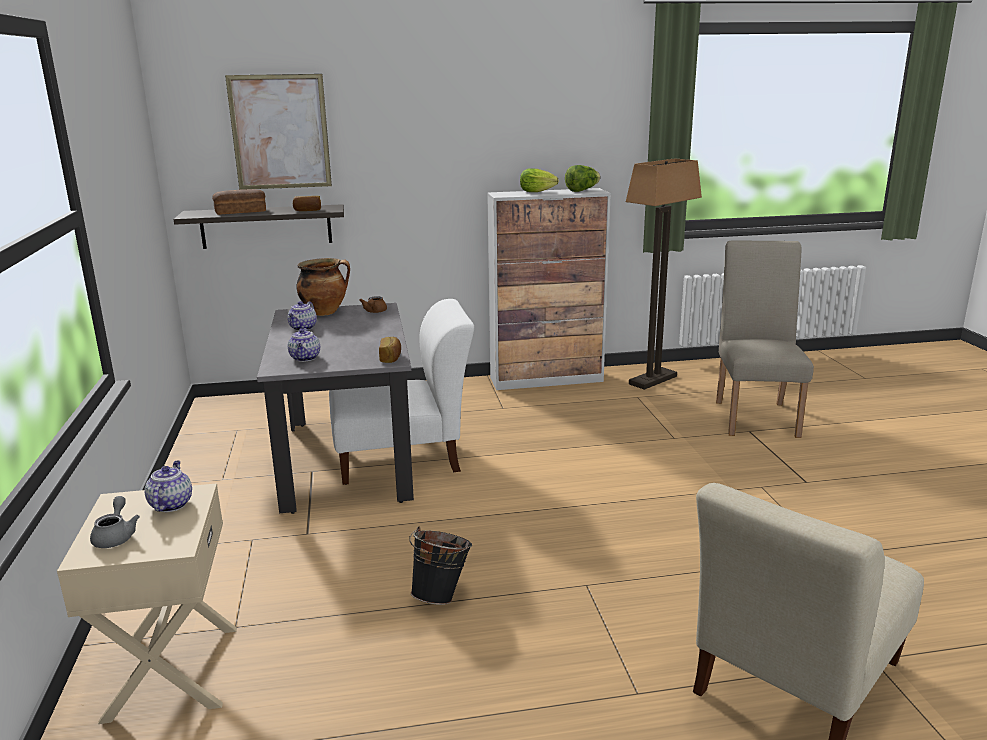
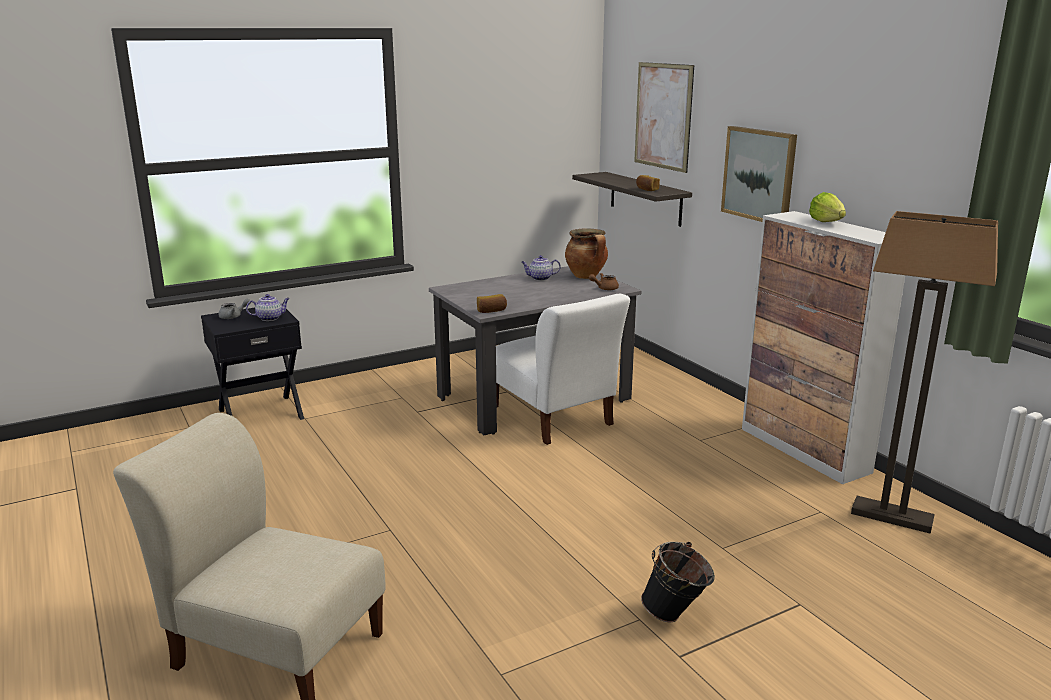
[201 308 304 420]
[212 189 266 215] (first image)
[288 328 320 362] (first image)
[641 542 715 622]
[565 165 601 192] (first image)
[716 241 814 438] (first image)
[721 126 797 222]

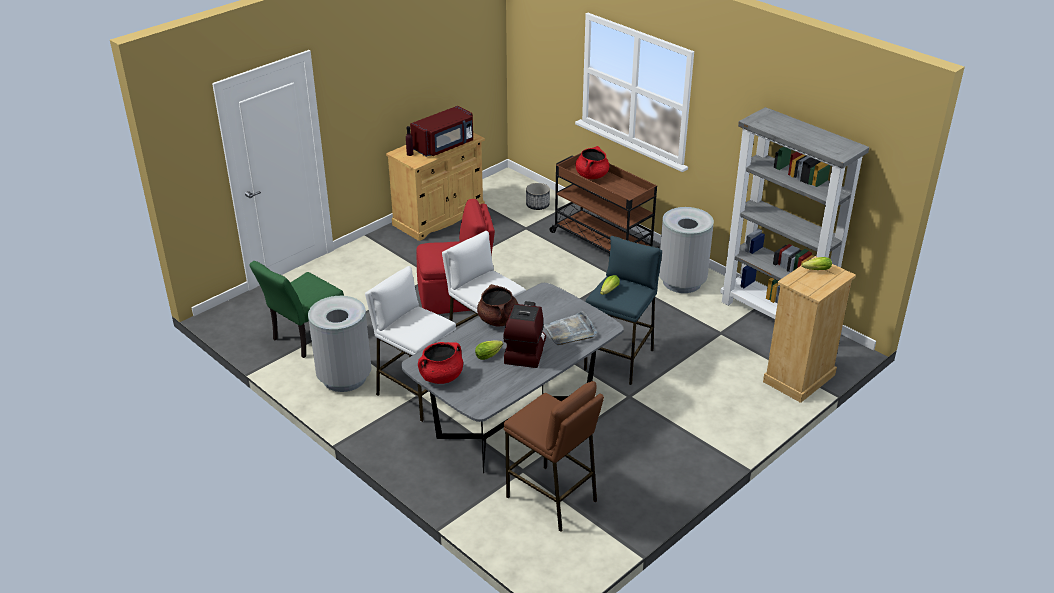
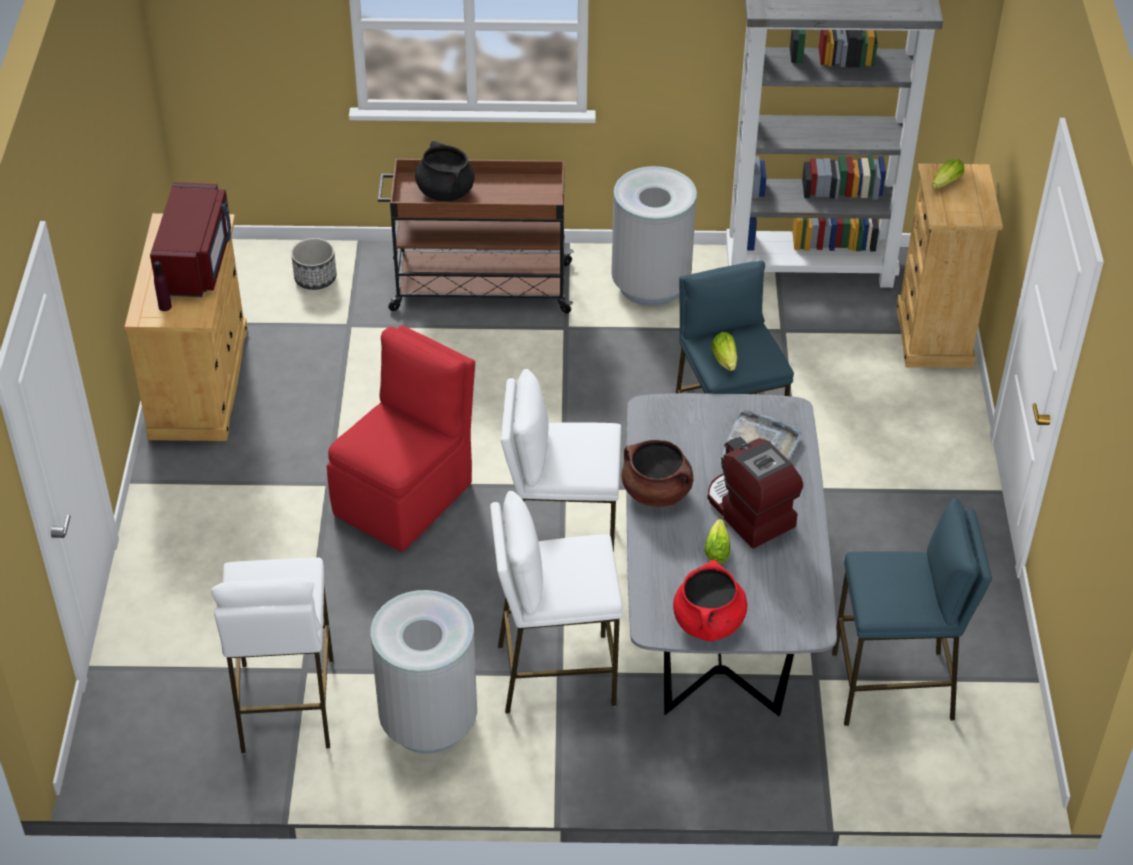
[211 557 334 754]
[832 498 992 726]
[415 141 475 201]

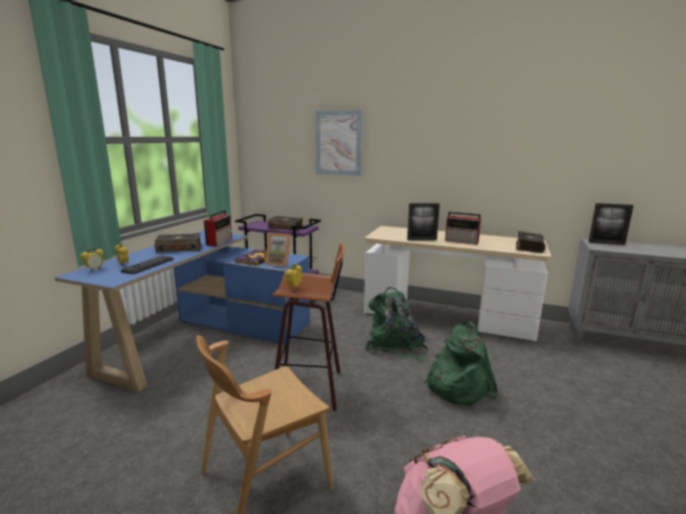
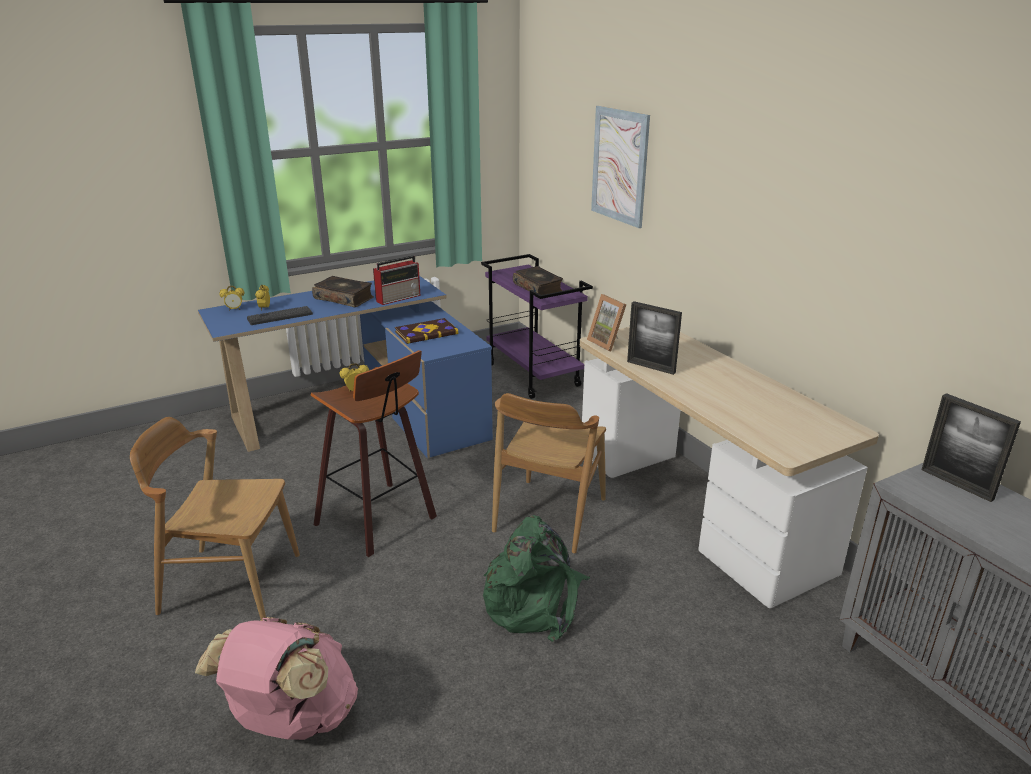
[587 294 626 351]
[492 393 606 554]
[445 212 482 245] (first image)
[516 231 545 253] (first image)

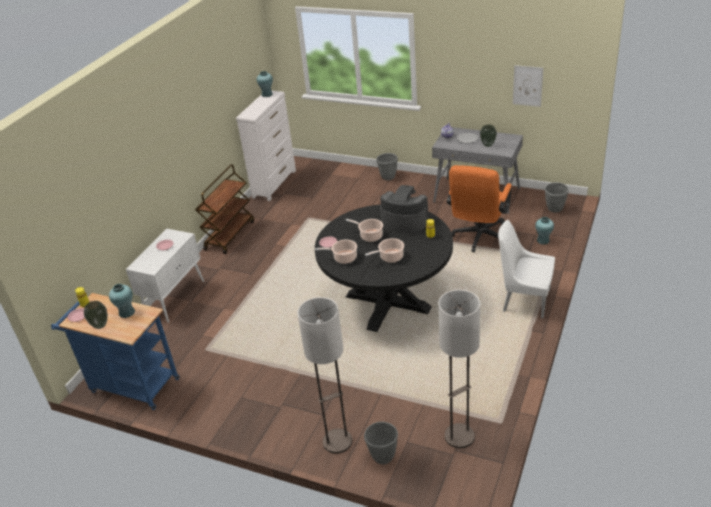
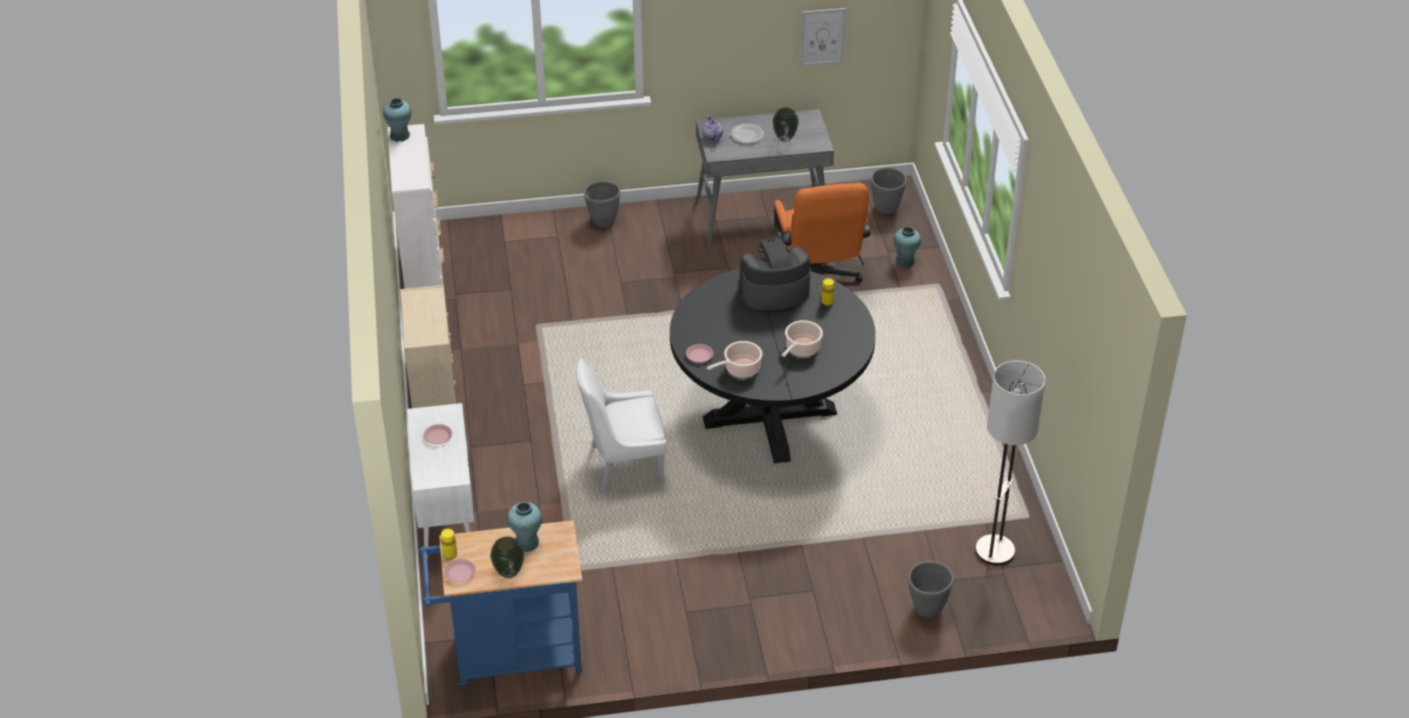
[400 285 456 408]
[297 297 352 454] (first image)
[345 219 383 242] (first image)
[576 359 666 493]

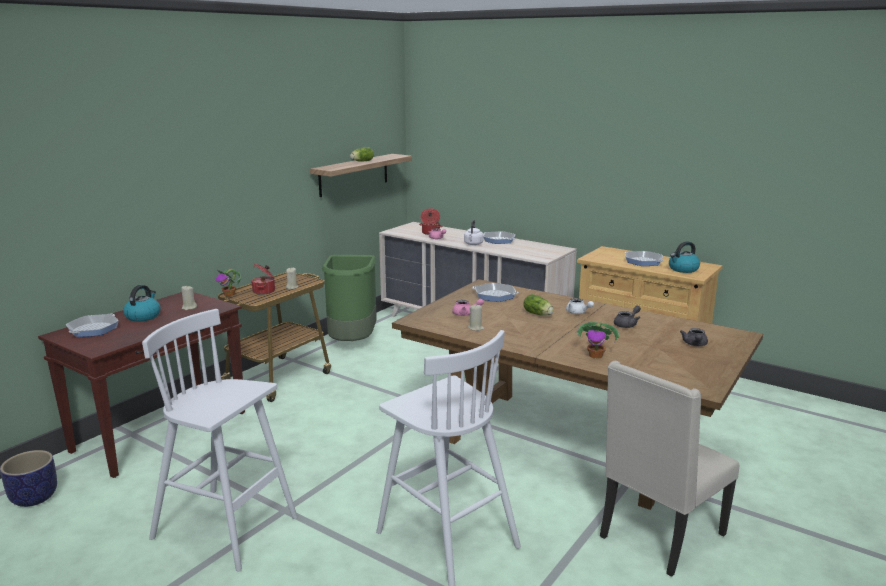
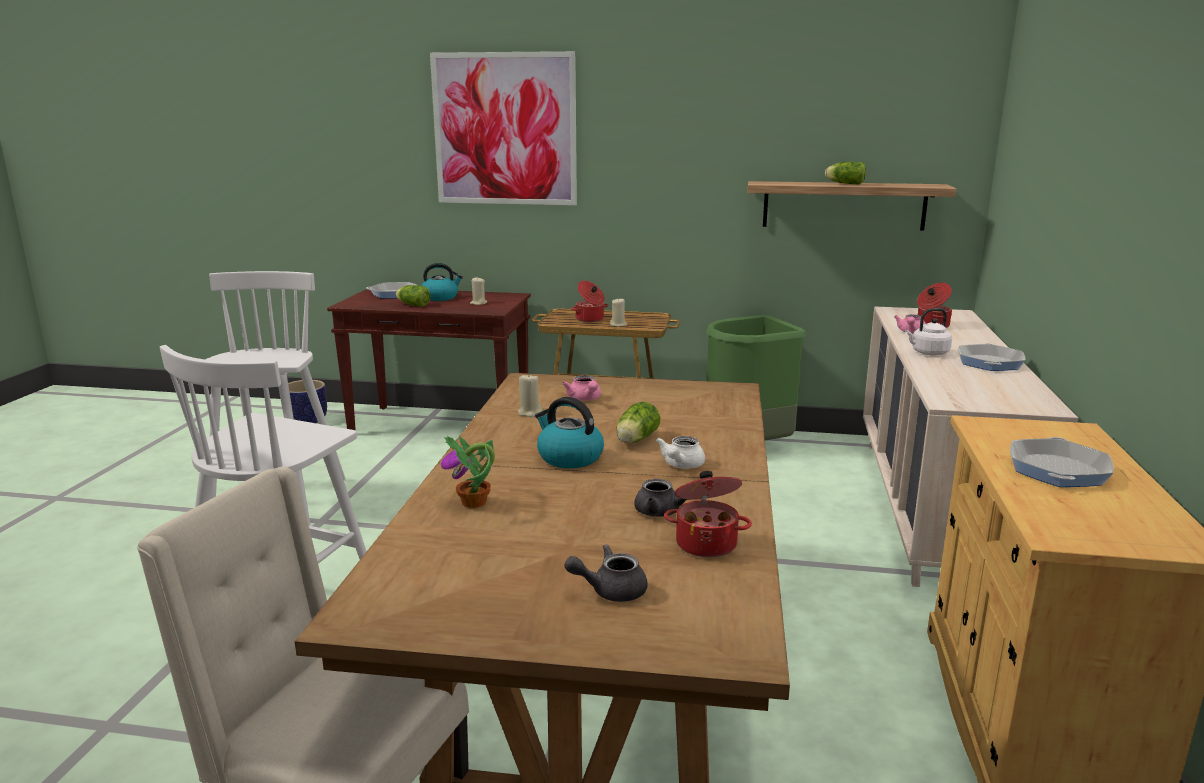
[216 269 241 296] (first image)
[472 283 519 302] (first image)
[535 397 604 468]
[396 285 430 307]
[430 51 577 205]
[664 471 752 558]

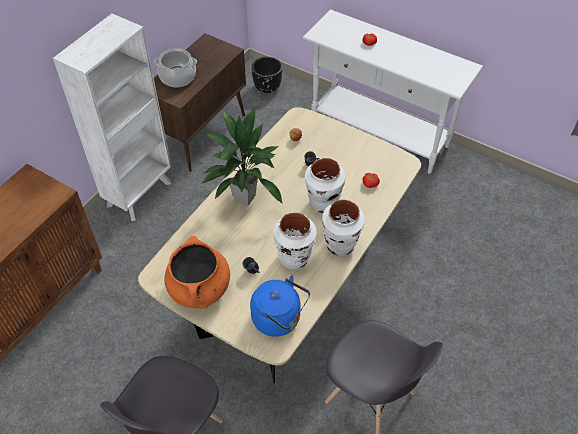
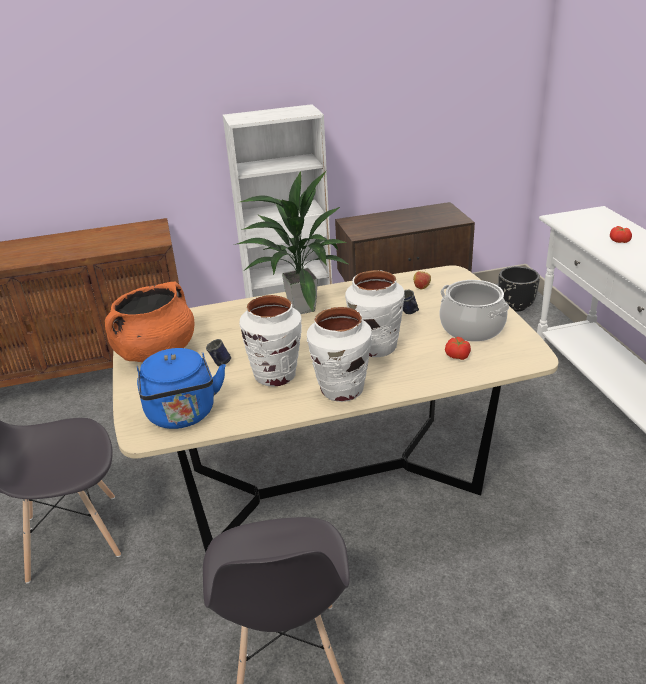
[440 280 509 342]

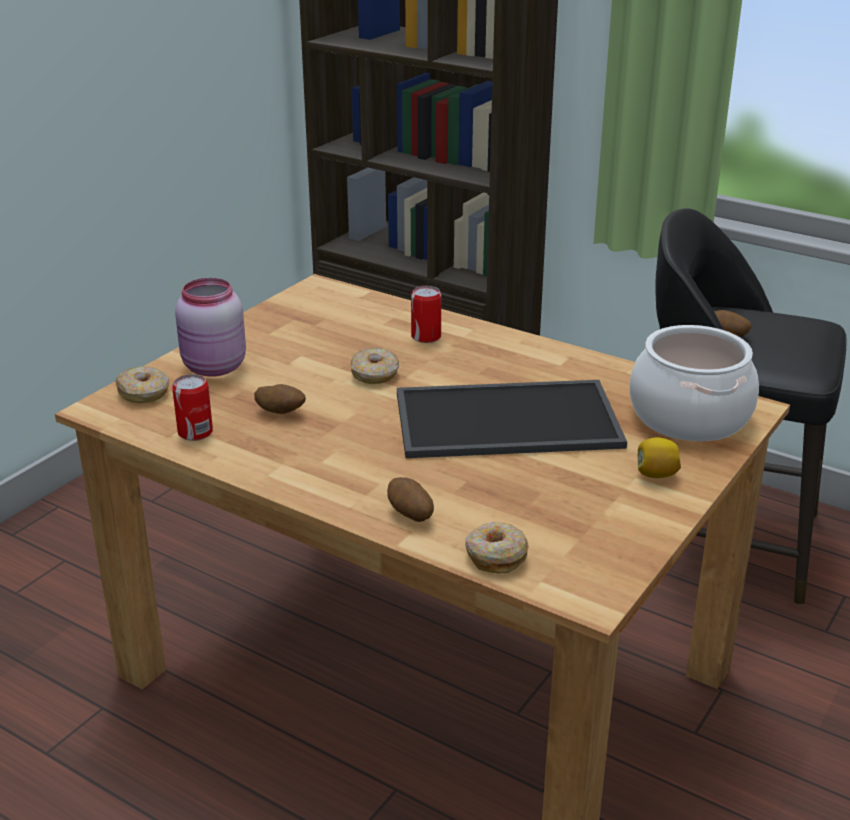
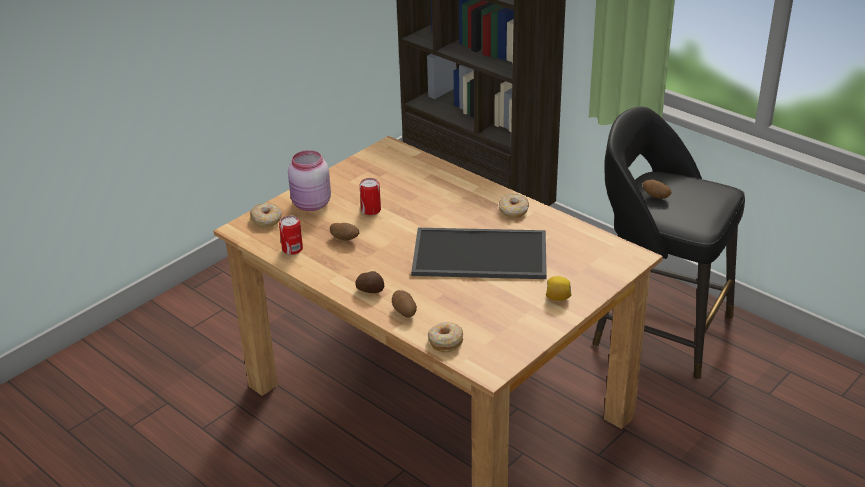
[499 194 529 218]
[359 178 381 215]
[629 325 759 442] (first image)
[355 271 384 293]

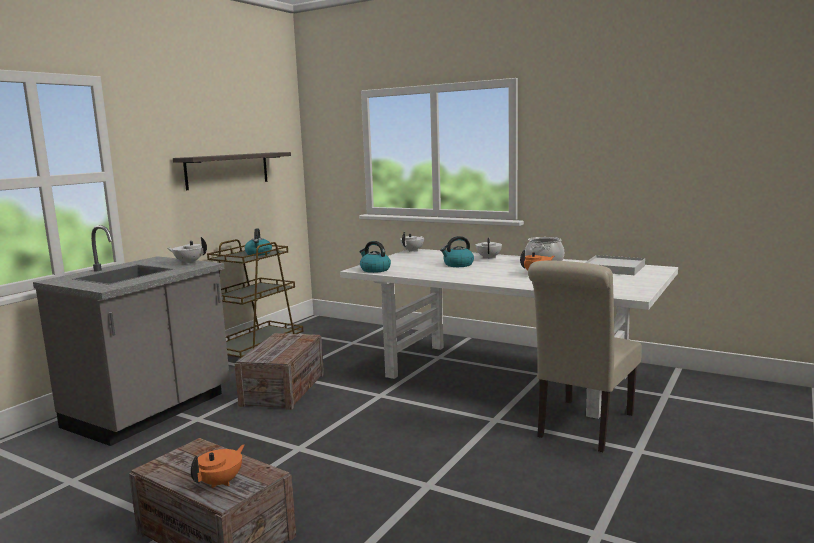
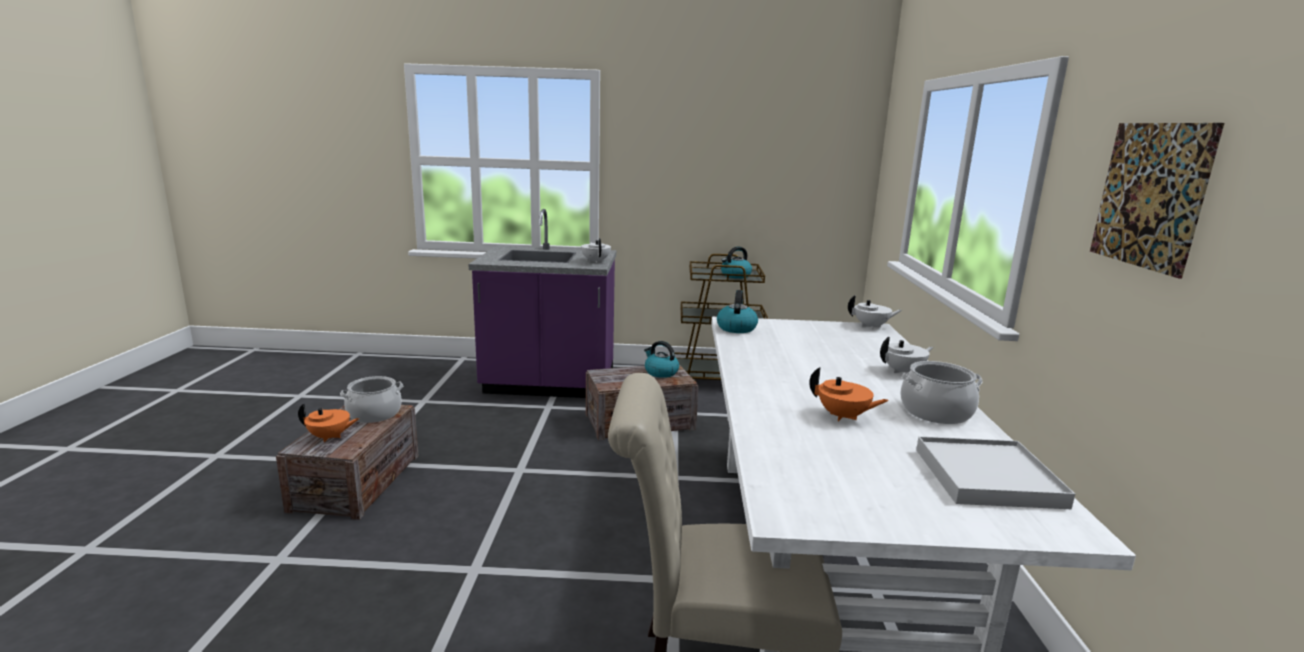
[468 209 616 398]
[173 152 291 190] (first image)
[644 341 679 378]
[340 376 403 423]
[1090 123 1224 278]

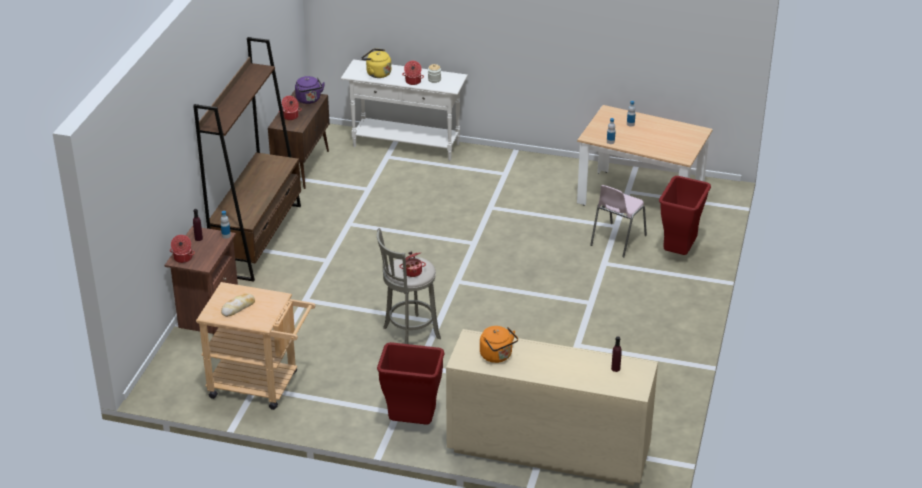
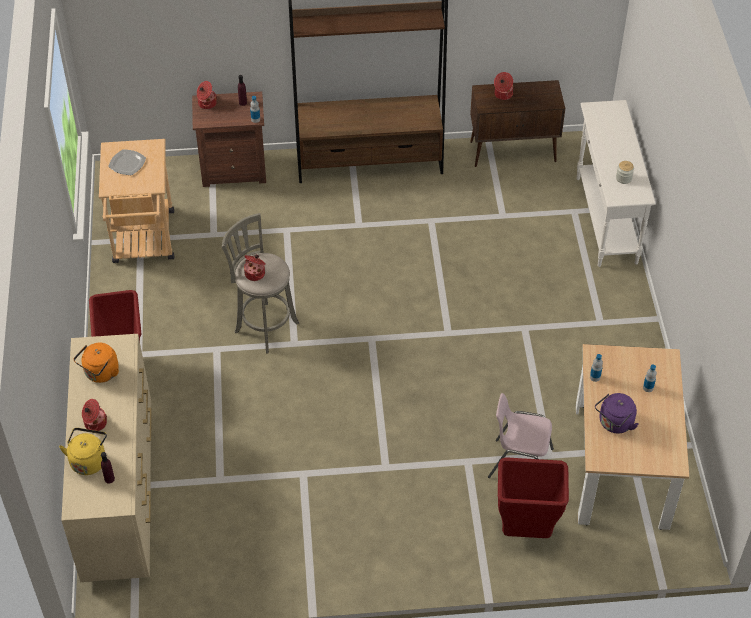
[108 149 146 175]
[595 393 639 433]
[59 428 107 475]
[82 399 107 431]

